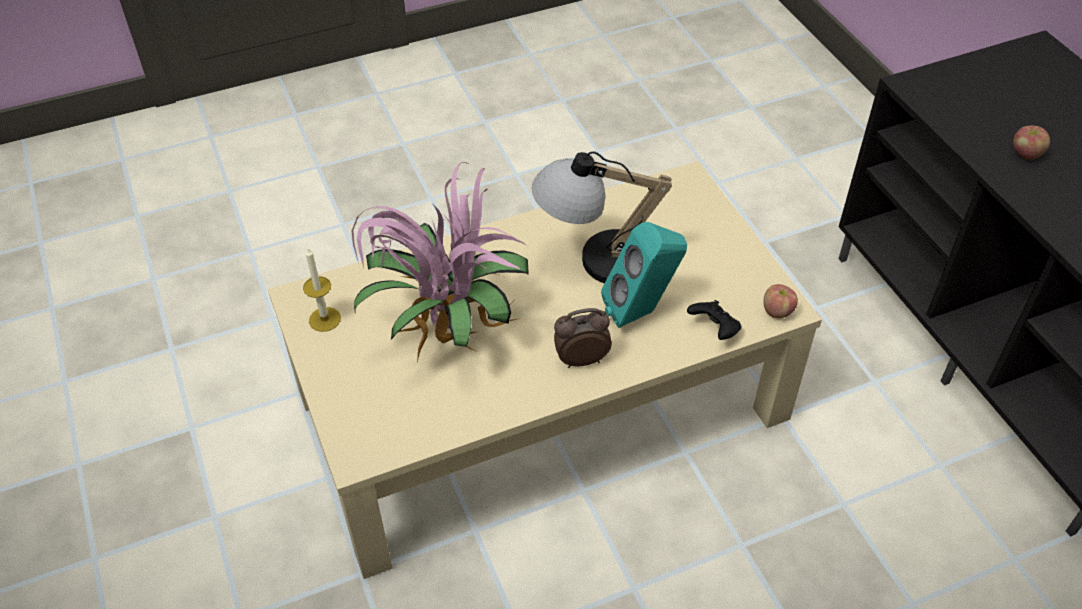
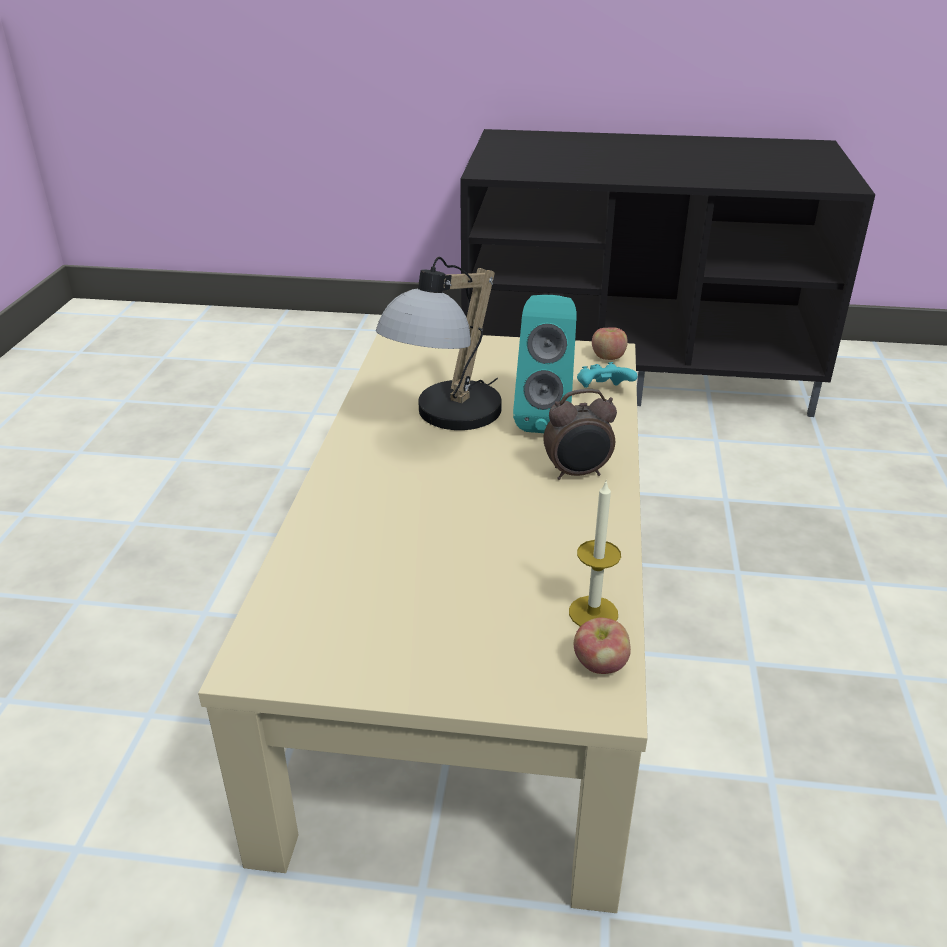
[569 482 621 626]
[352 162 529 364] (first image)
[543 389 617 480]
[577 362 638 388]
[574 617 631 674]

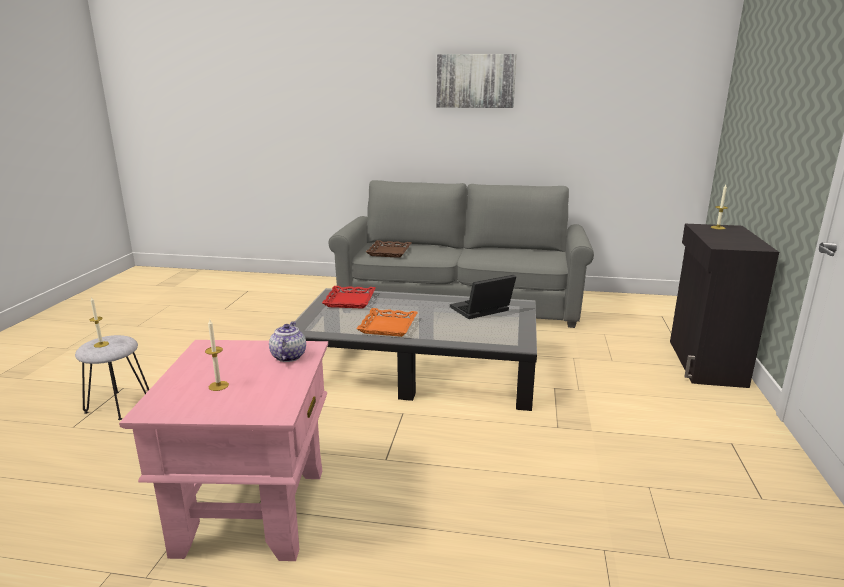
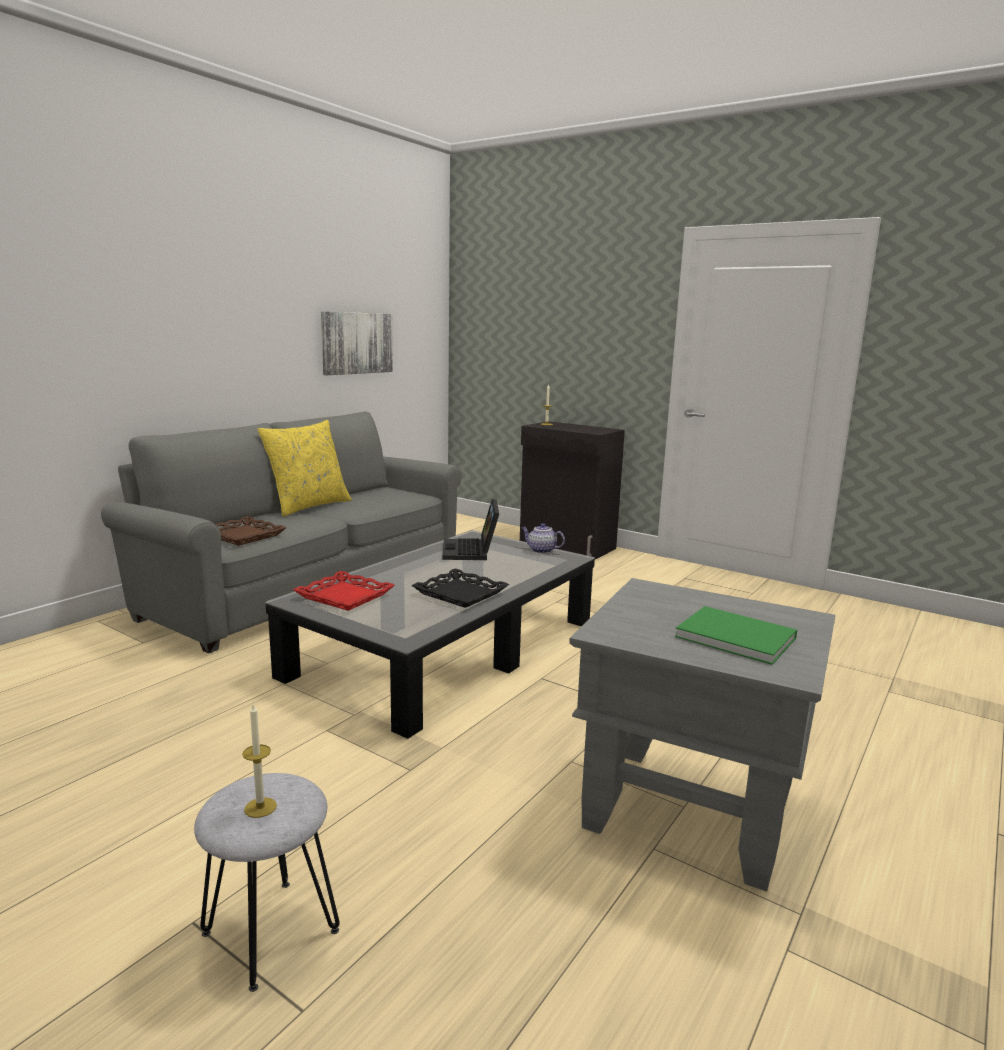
[569 578 835 891]
[675 606 797 665]
[522 523 565 554]
[412 568 509 608]
[321 311 393 375]
[258 420 352 517]

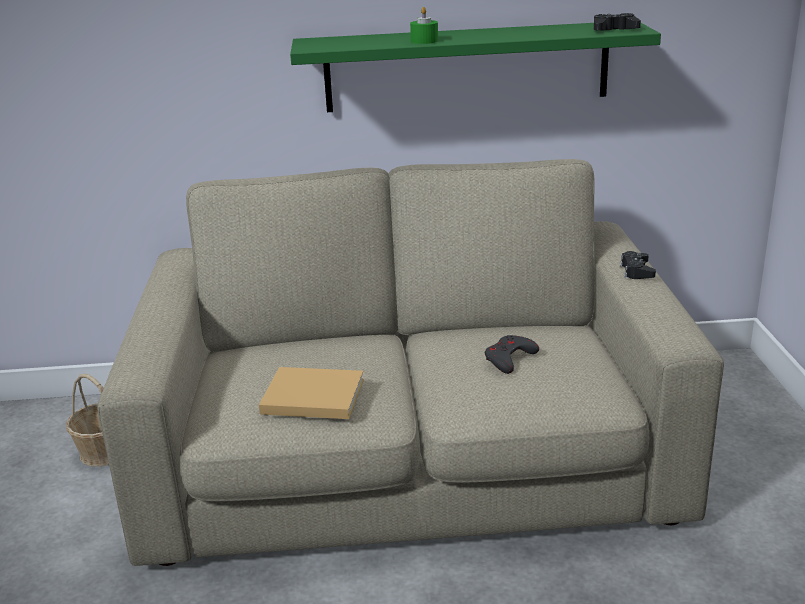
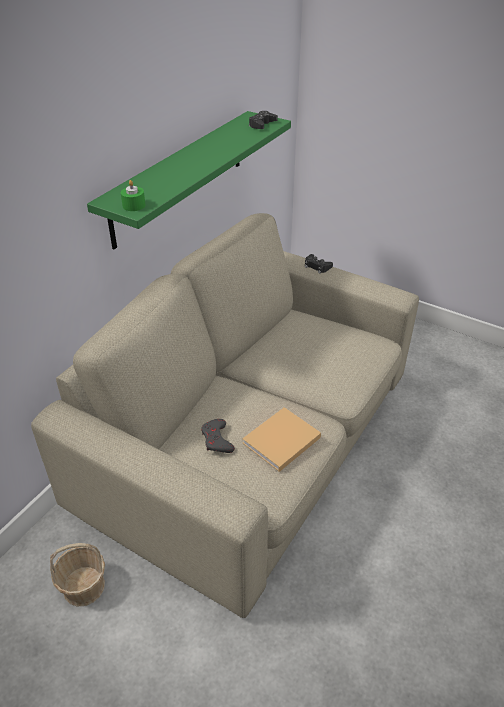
[121 180 146 211]
[201 419 235 453]

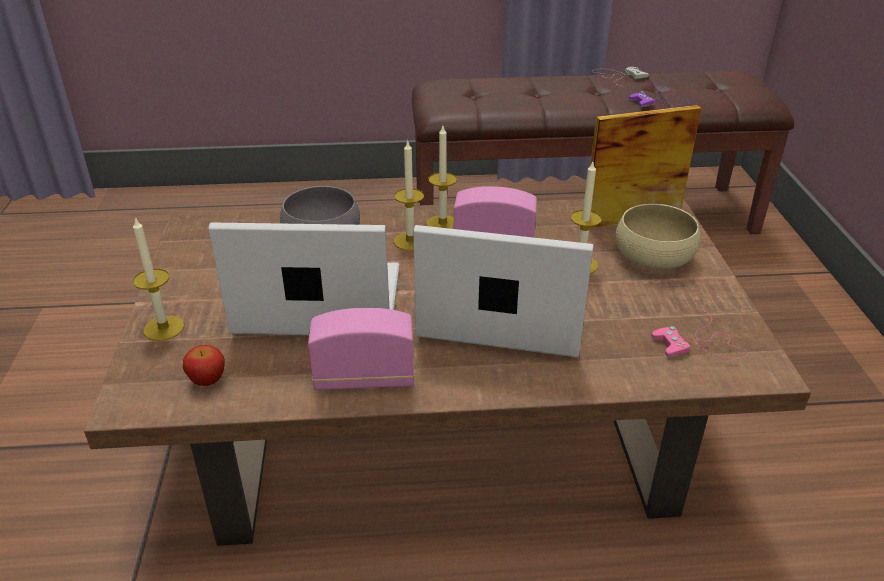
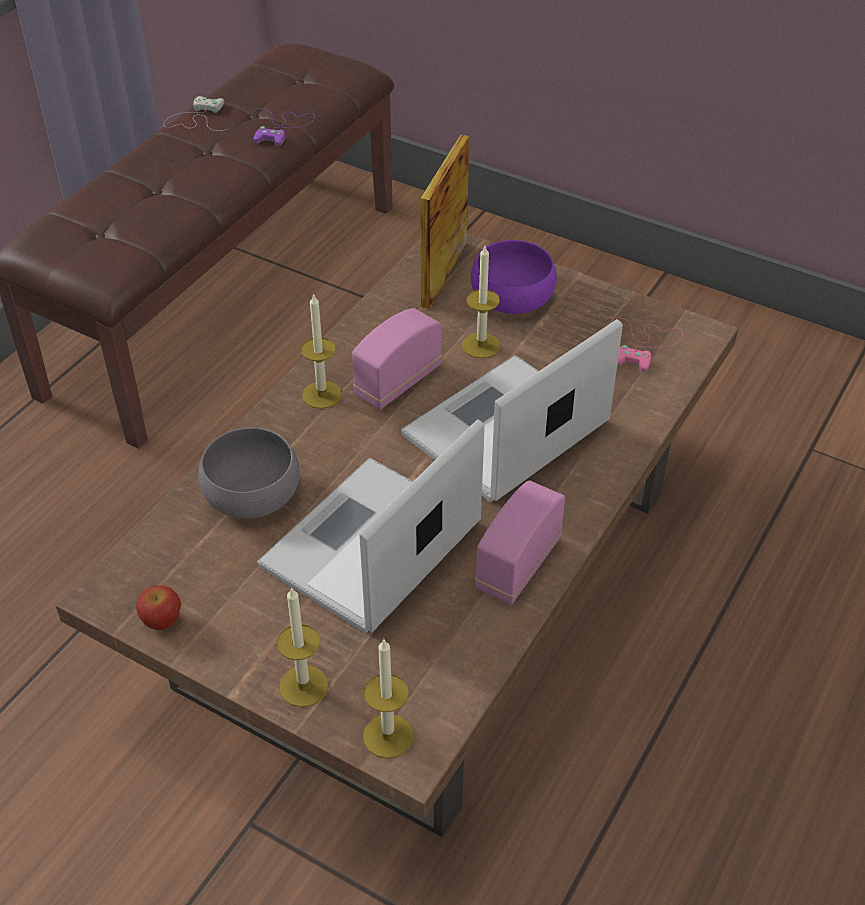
[136 586 181 630]
[363 639 414 759]
[471 240 557 314]

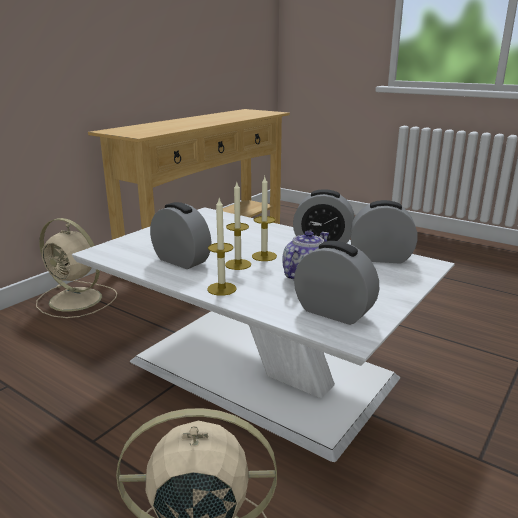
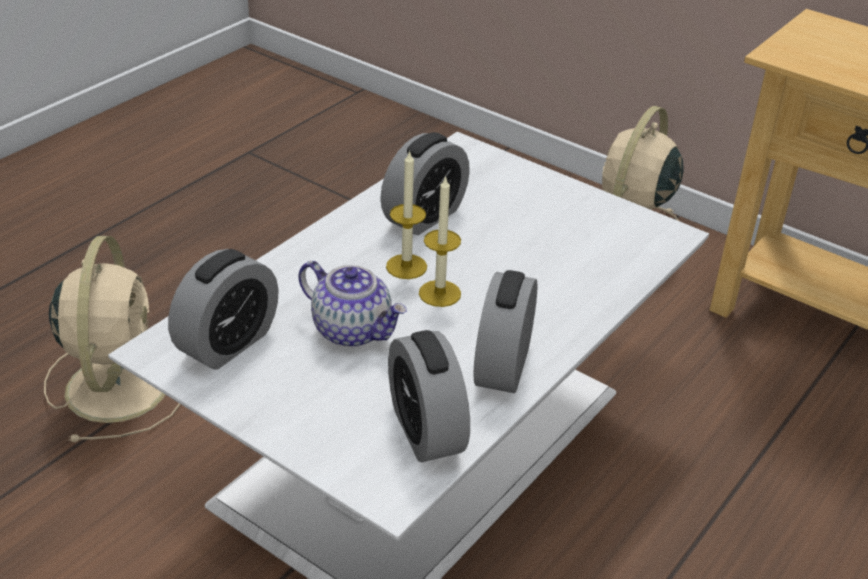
[207 198 237 296] (first image)
[388 330 470 462]

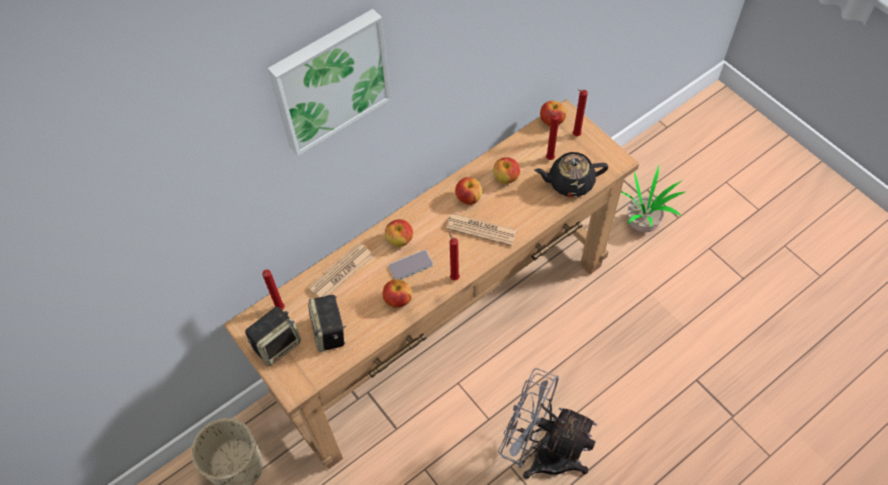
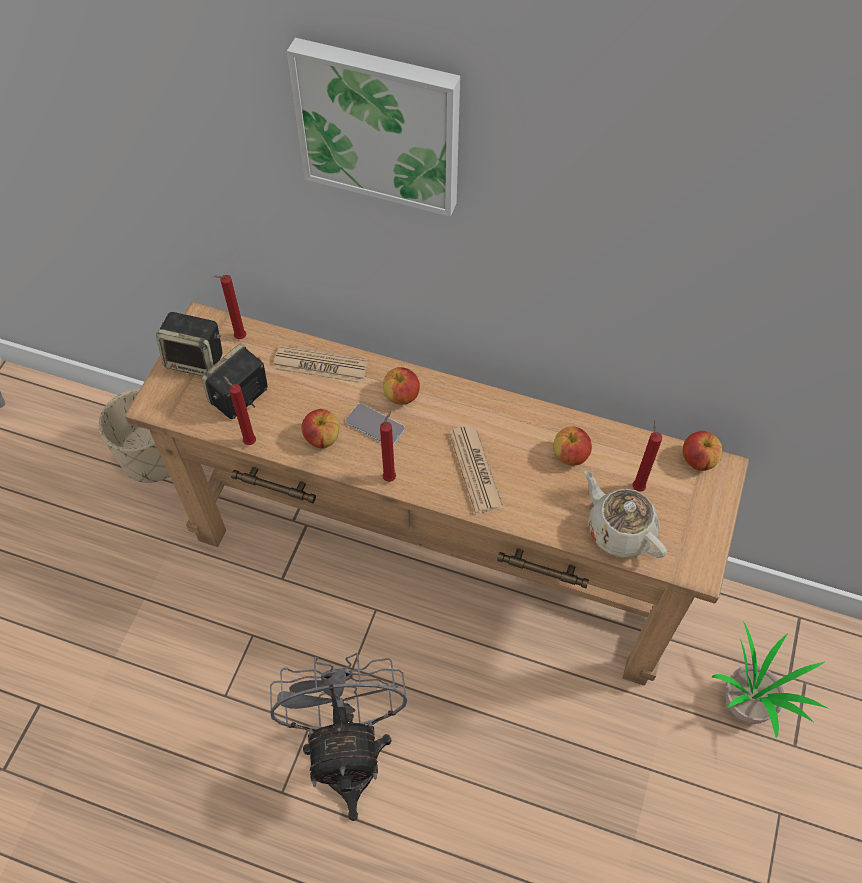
[455 177 482 205] (first image)
[584 470 667 558]
[223 376 256 445]

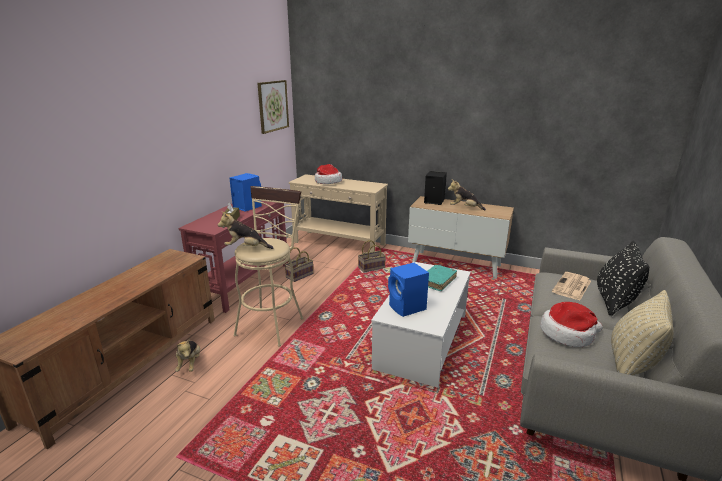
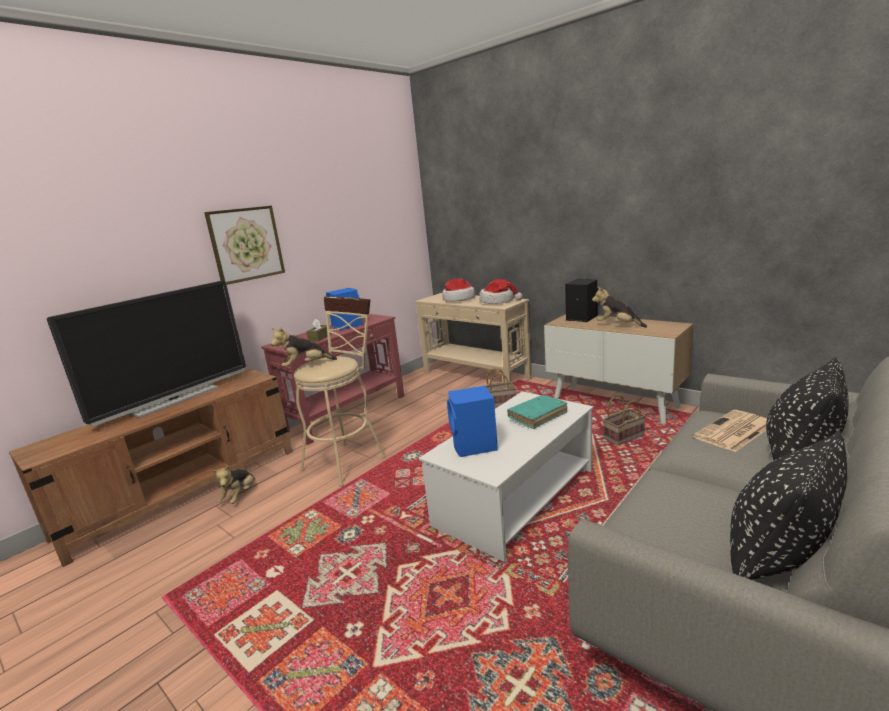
[271 328 337 367]
[204 206 285 285]
[602 394 646 445]
[479 279 523 304]
[730 431 847 580]
[47 281 246 427]

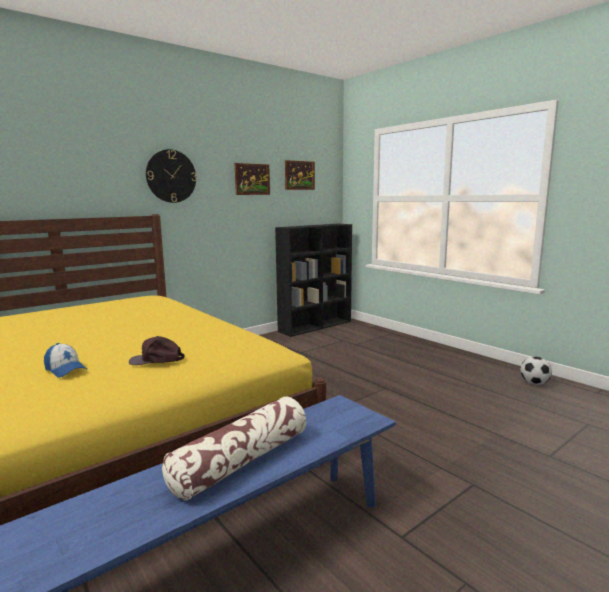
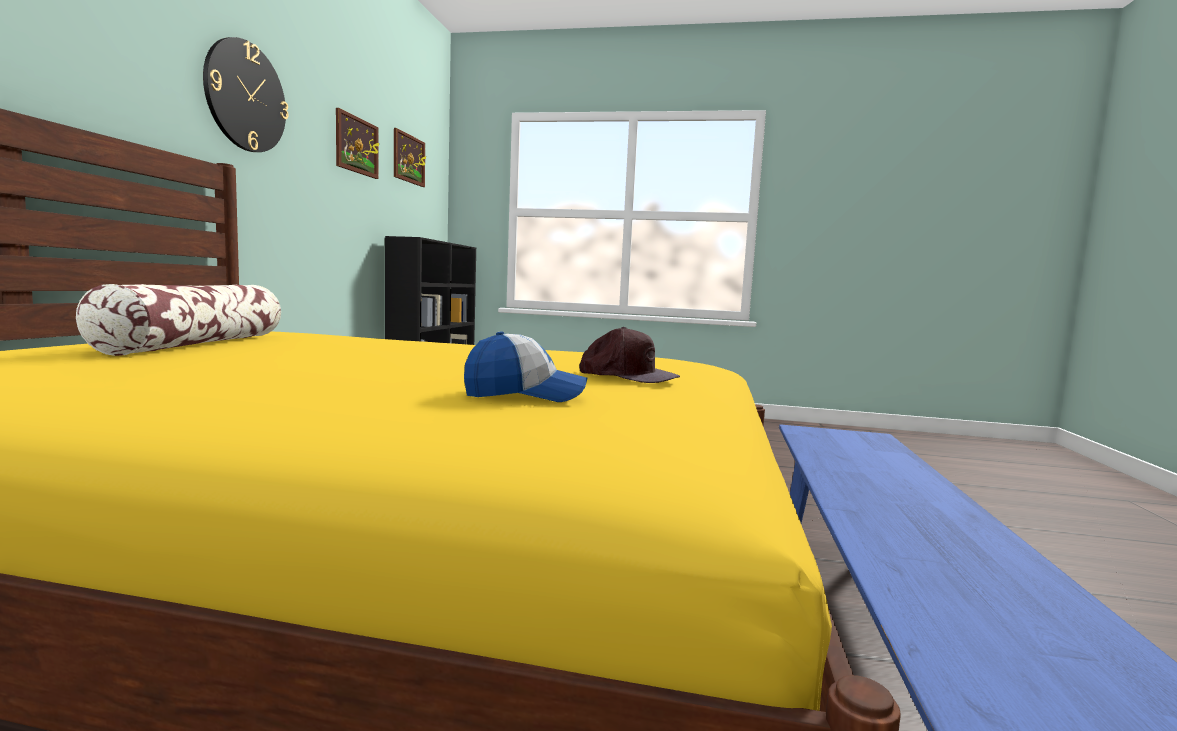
[579 327 680 383]
[76 284 281 356]
[520 356 552 385] (first image)

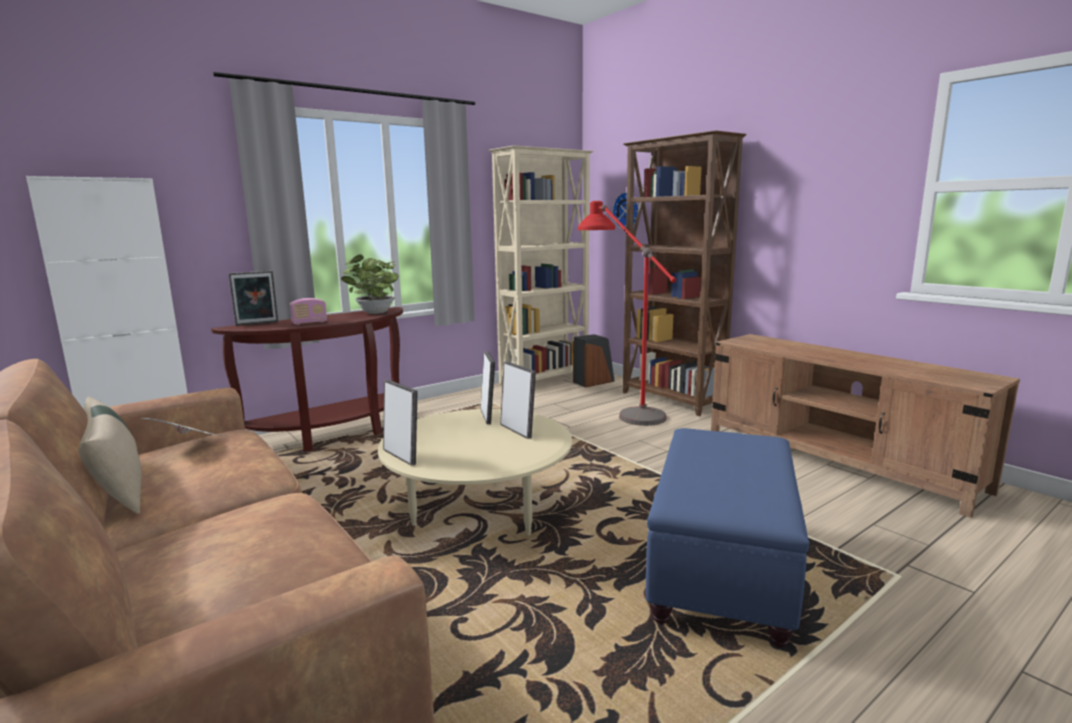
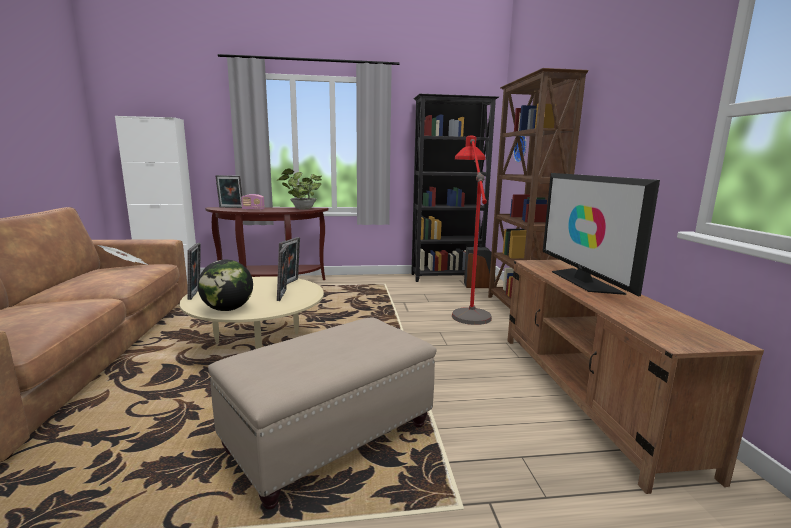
[79 397 142 514] (first image)
[411 94 499 282]
[208 317 437 510]
[198 260 253 311]
[543 173 660 296]

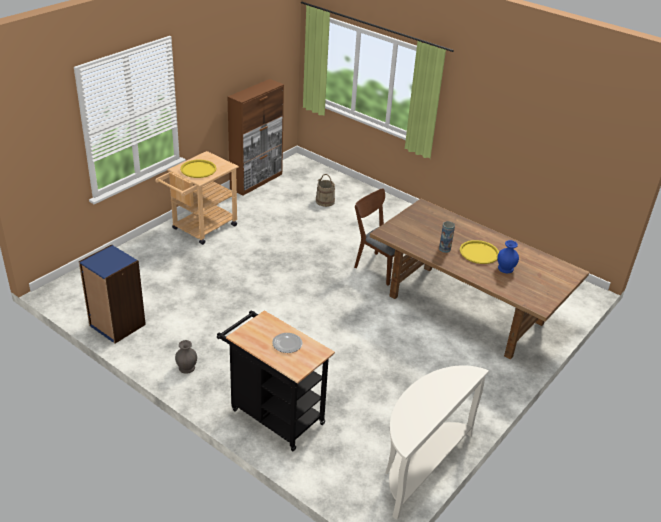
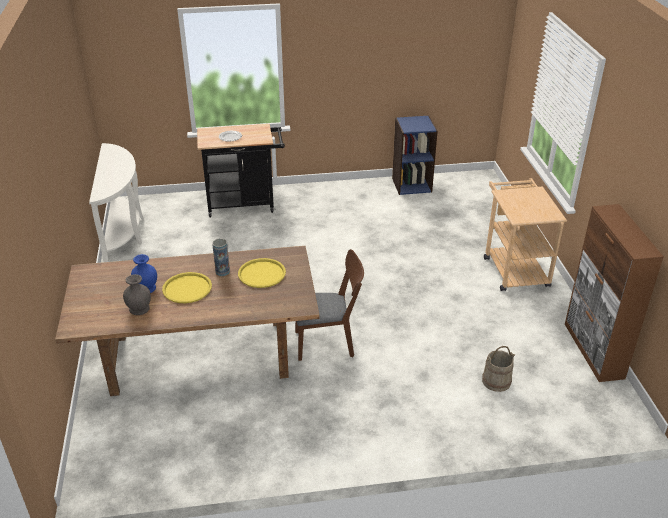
[123 274 151 315]
[238 258 286 288]

